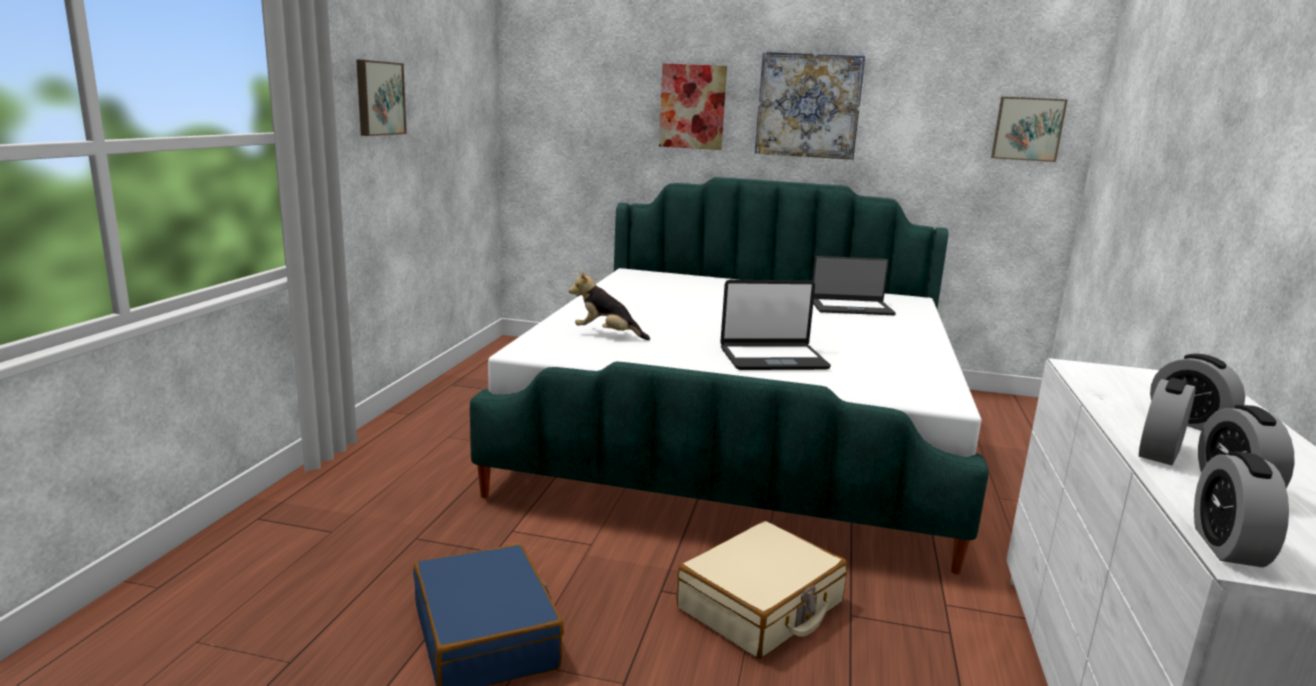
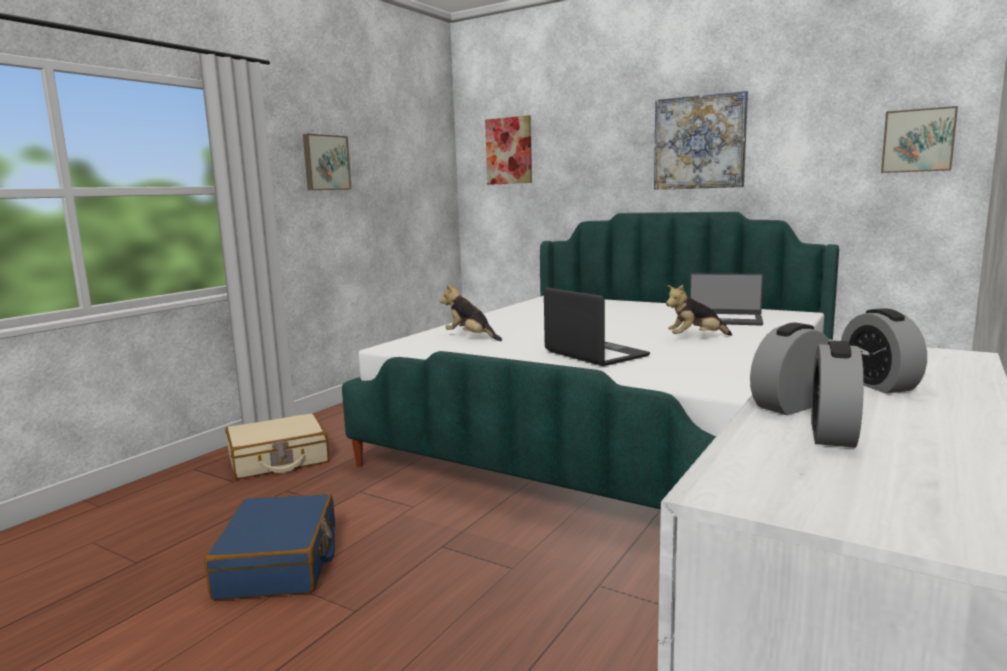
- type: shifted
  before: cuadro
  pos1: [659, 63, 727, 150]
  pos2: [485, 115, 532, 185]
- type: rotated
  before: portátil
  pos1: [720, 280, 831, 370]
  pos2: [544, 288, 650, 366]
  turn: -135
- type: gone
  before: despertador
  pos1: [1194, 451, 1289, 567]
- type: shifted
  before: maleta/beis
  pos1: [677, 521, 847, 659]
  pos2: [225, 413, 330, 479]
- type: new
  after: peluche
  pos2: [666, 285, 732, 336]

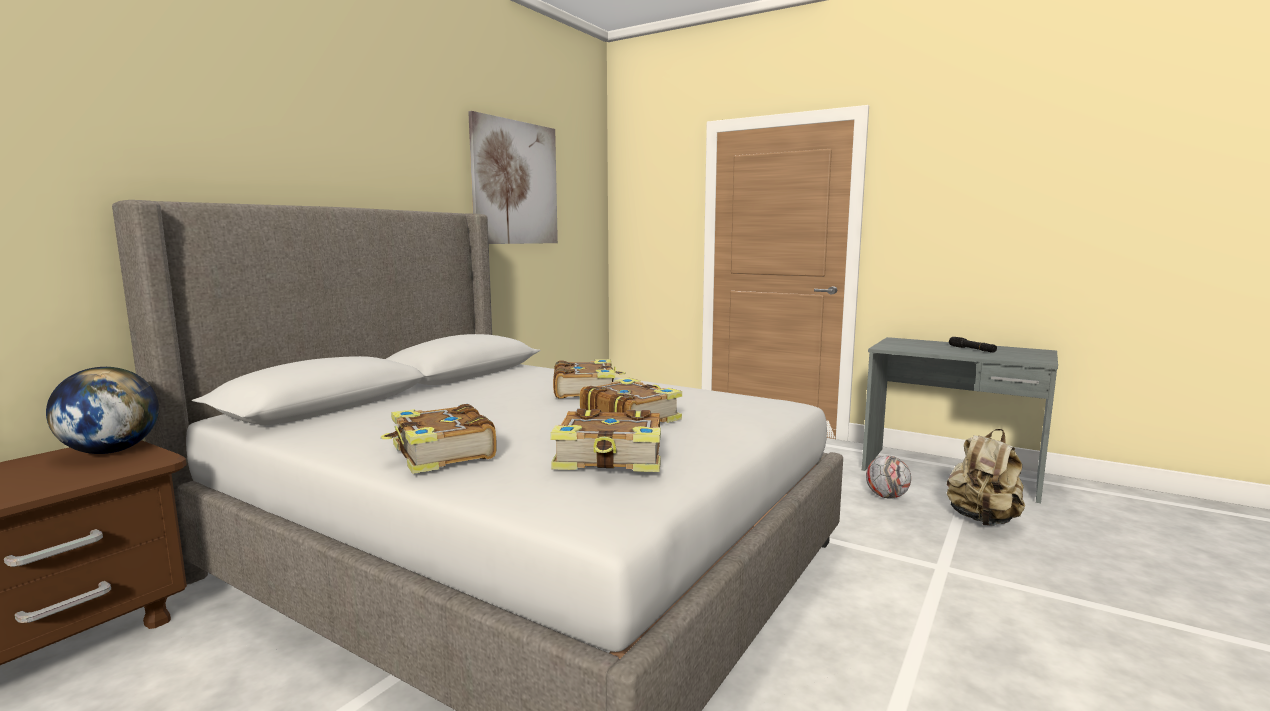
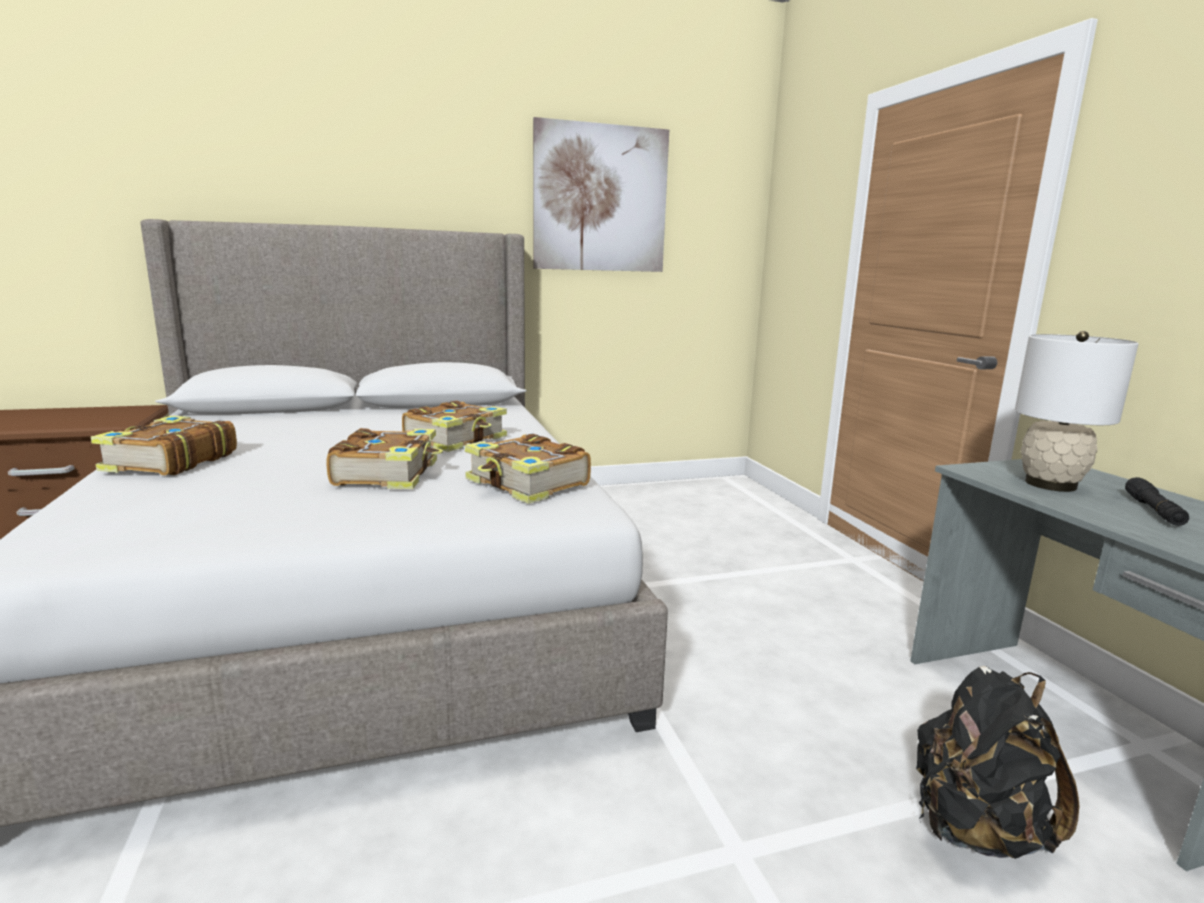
- type: gone
  before: globo terráqueo
  pos1: [46, 367, 159, 454]
- type: shifted
  before: libro
  pos1: [550, 409, 661, 472]
  pos2: [465, 433, 591, 504]
- type: repainted
  before: mochila/beis
  after: mochila/negro
  pos1: [947, 429, 1025, 526]
  pos2: [916, 666, 1079, 859]
- type: gone
  before: balón de fútbol
  pos1: [866, 456, 911, 499]
- type: new
  after: lámpara de mesa/blanco
  pos2: [1015, 331, 1139, 492]

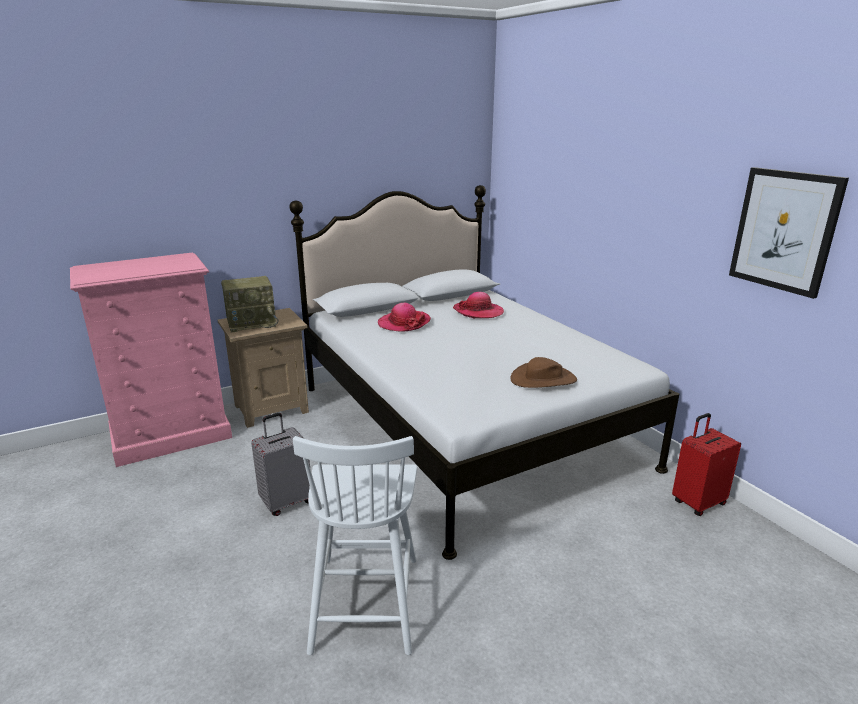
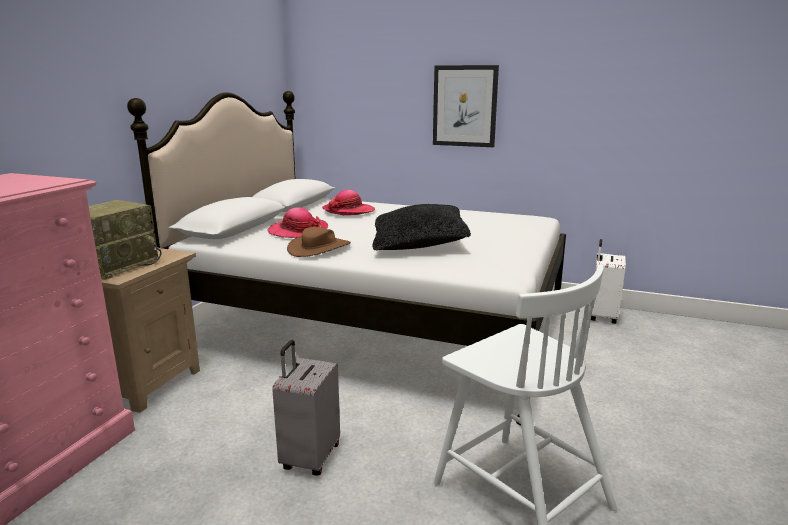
- type: shifted
  before: cuadro
  pos1: [729, 167, 849, 299]
  pos2: [433, 65, 499, 147]
- type: shifted
  before: sombrero/marrón
  pos1: [510, 357, 577, 388]
  pos2: [287, 227, 351, 257]
- type: repainted
  before: maleta/rojo
  after: maleta/blanco
  pos1: [672, 413, 741, 516]
  pos2: [591, 239, 626, 324]
- type: new
  after: cojín/negro
  pos2: [372, 204, 471, 250]

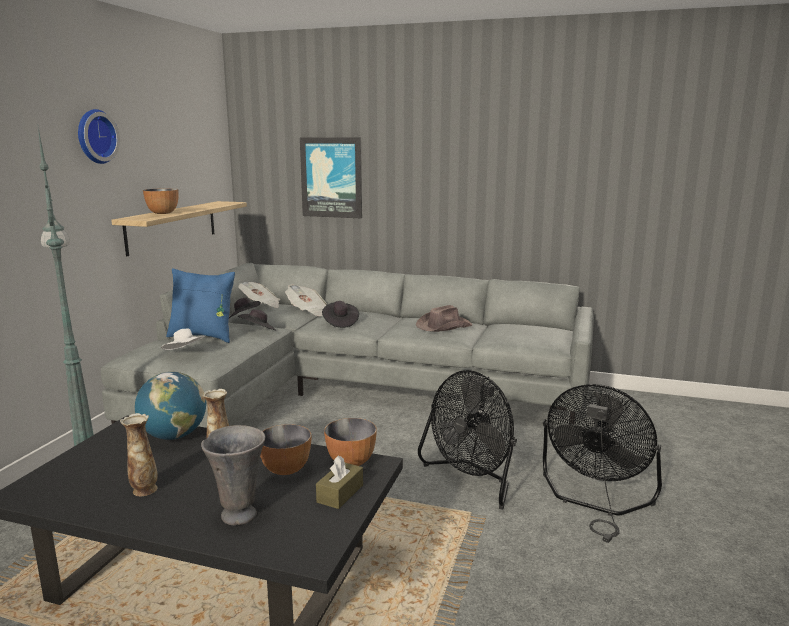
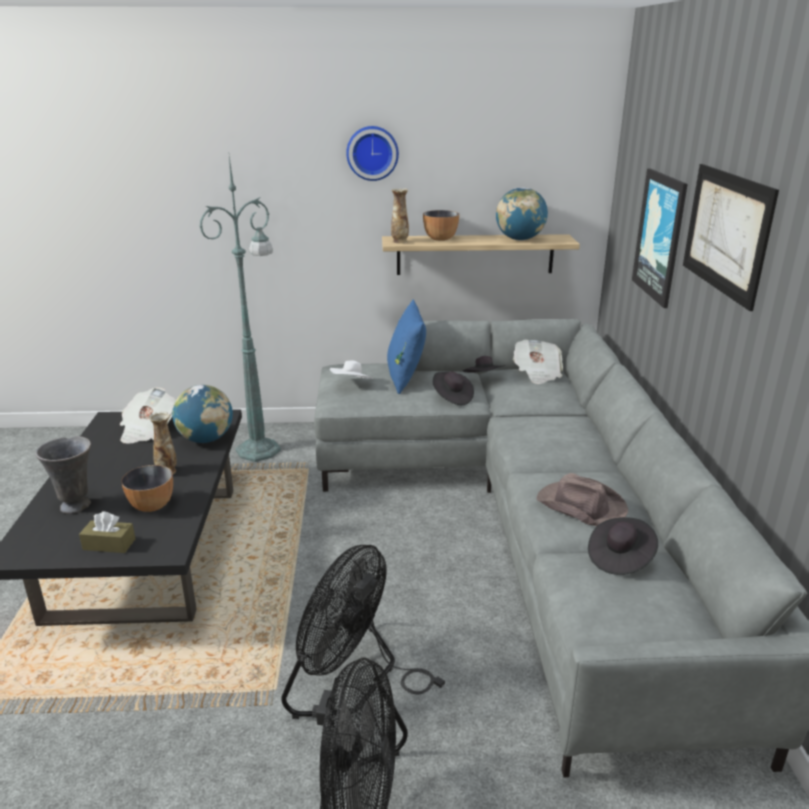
- type: shifted
  before: periódico
  pos1: [285, 285, 327, 316]
  pos2: [120, 387, 176, 443]
- type: shifted
  before: sombrero/negro
  pos1: [322, 301, 359, 328]
  pos2: [588, 517, 658, 575]
- type: shifted
  before: florero
  pos1: [120, 413, 158, 496]
  pos2: [391, 188, 409, 243]
- type: gone
  before: cuenco
  pos1: [324, 418, 377, 466]
- type: new
  after: cuadro
  pos2: [683, 164, 779, 311]
- type: new
  after: globo terráqueo
  pos2: [496, 187, 548, 240]

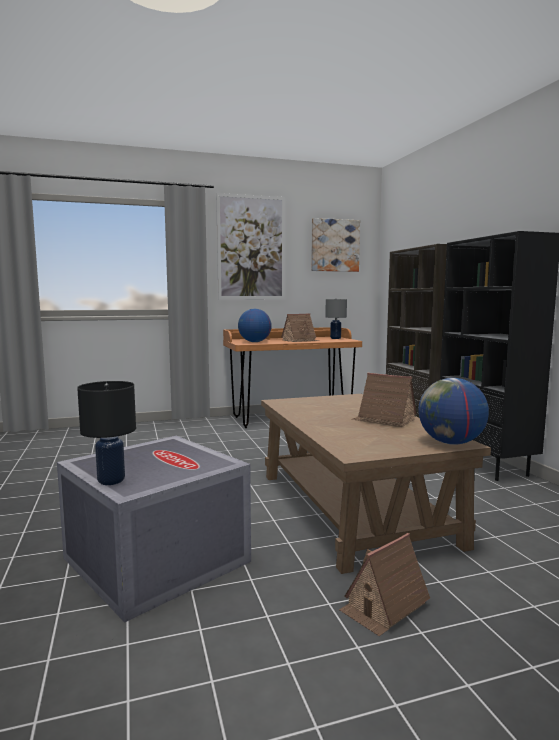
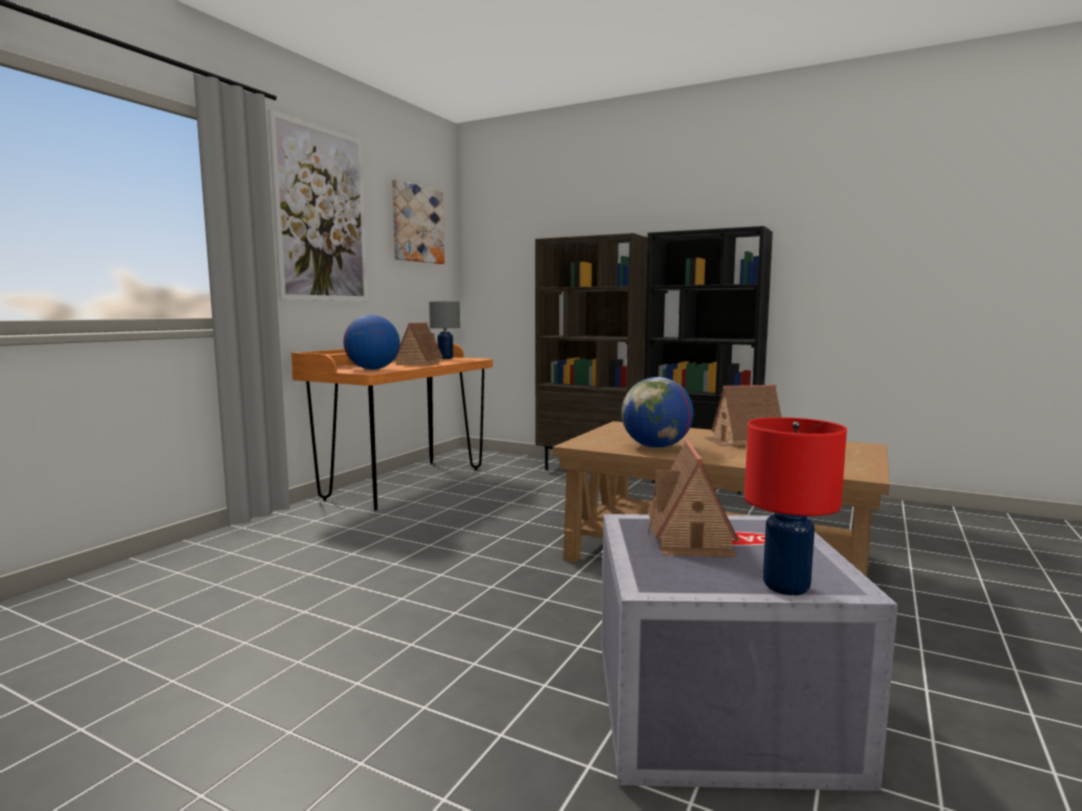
- type: shifted
  before: globo terráqueo
  pos1: [418, 378, 489, 445]
  pos2: [621, 377, 694, 448]
- type: repainted
  before: lámpara de mesa/negro
  after: lámpara de mesa/rojo
  pos1: [77, 381, 136, 485]
  pos2: [744, 417, 847, 595]
- type: shifted
  before: casita
  pos1: [339, 533, 430, 636]
  pos2: [647, 439, 739, 557]

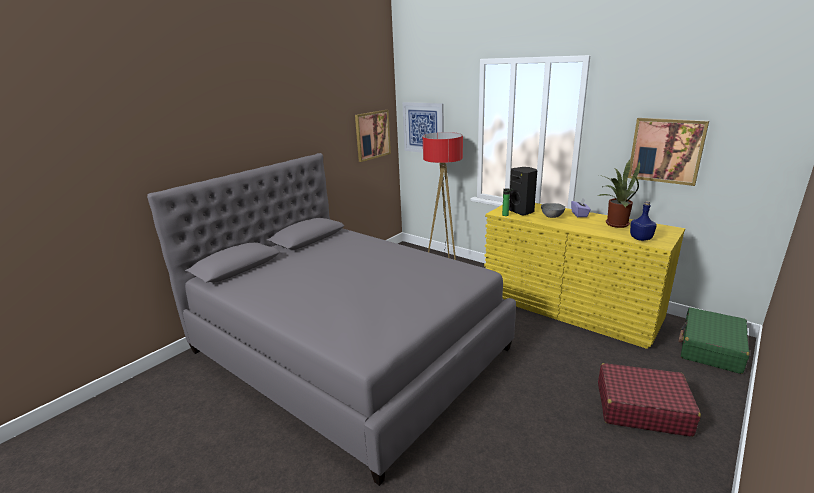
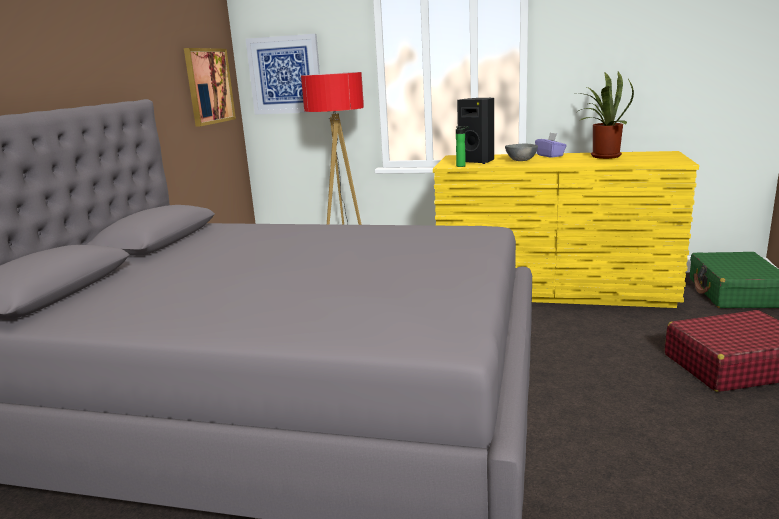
- type: gone
  before: cuadro
  pos1: [628, 118, 709, 186]
- type: gone
  before: botella/azul
  pos1: [630, 201, 657, 241]

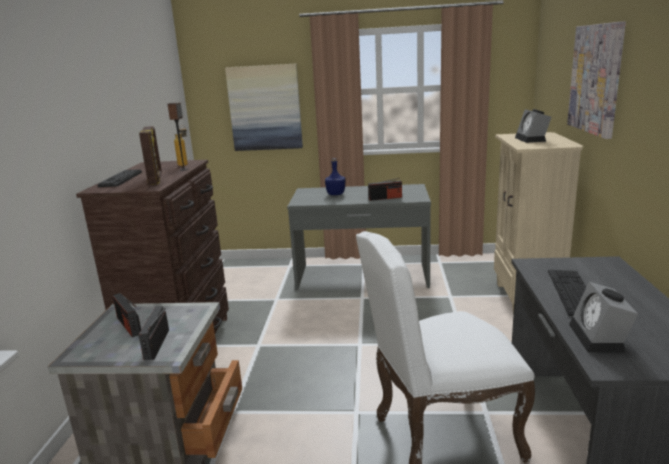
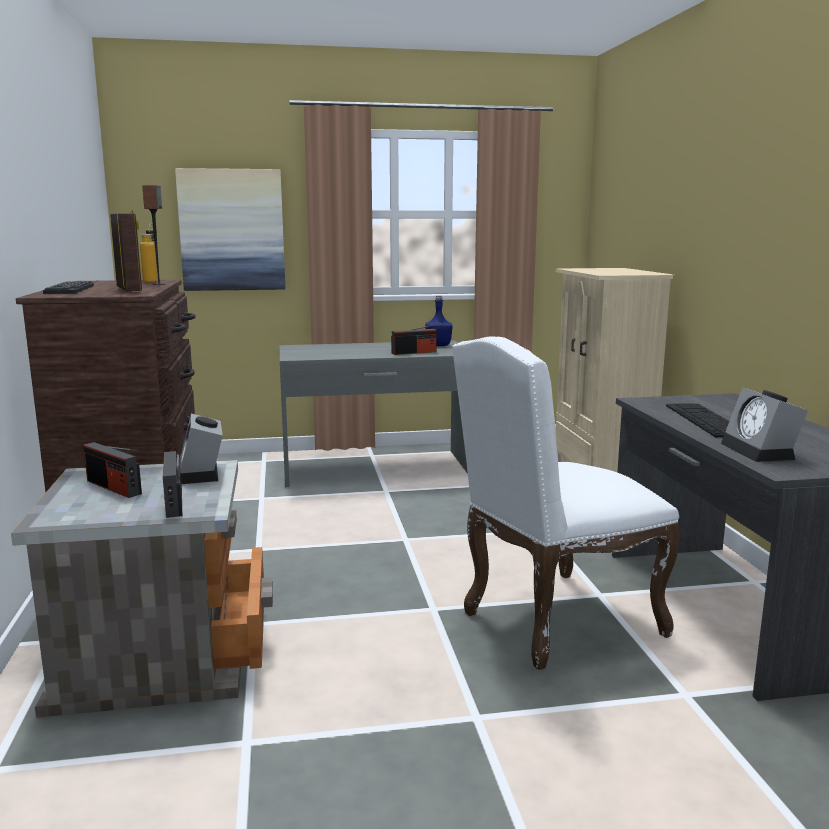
- type: gone
  before: cuadro
  pos1: [567, 21, 626, 139]
- type: shifted
  before: despertador
  pos1: [515, 109, 552, 143]
  pos2: [180, 413, 223, 484]
- type: shifted
  before: botella/azul
  pos1: [325, 158, 345, 195]
  pos2: [425, 296, 452, 346]

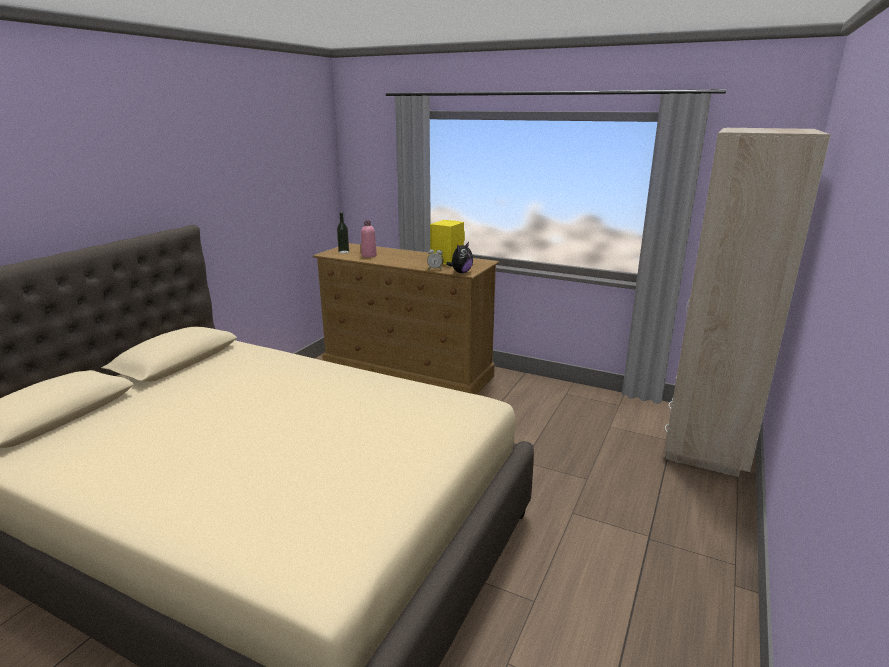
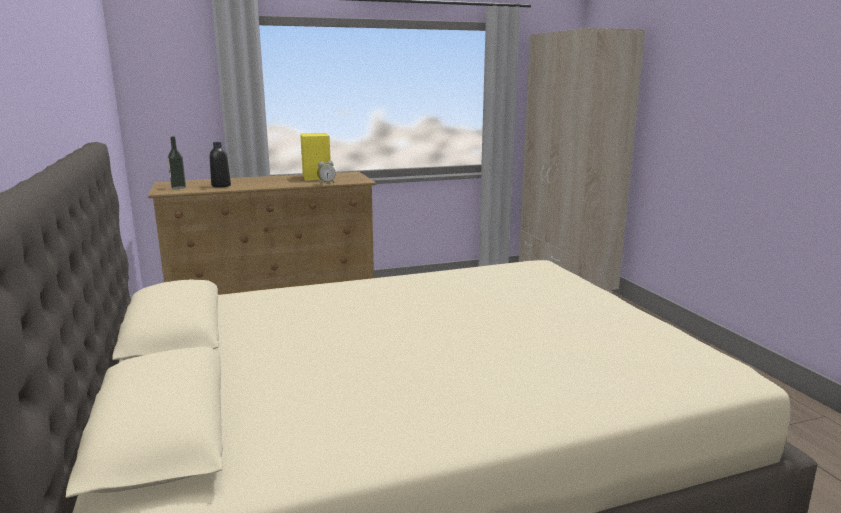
- type: repainted
  before: botella/rosa
  after: botella/negro
  pos1: [361, 220, 377, 258]
  pos2: [210, 142, 231, 188]
- type: gone
  before: peluche
  pos1: [446, 242, 473, 273]

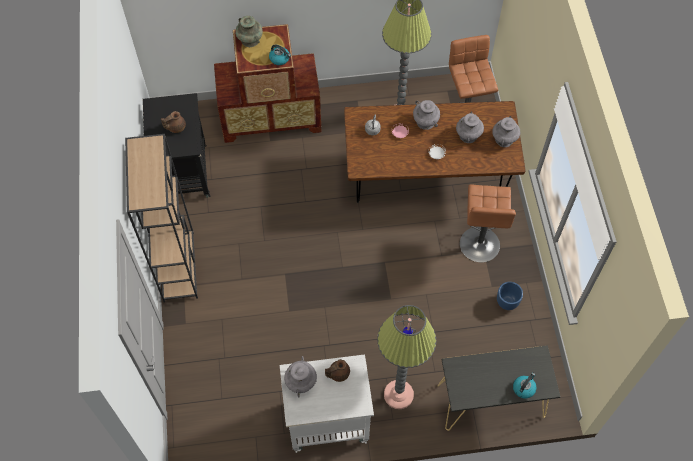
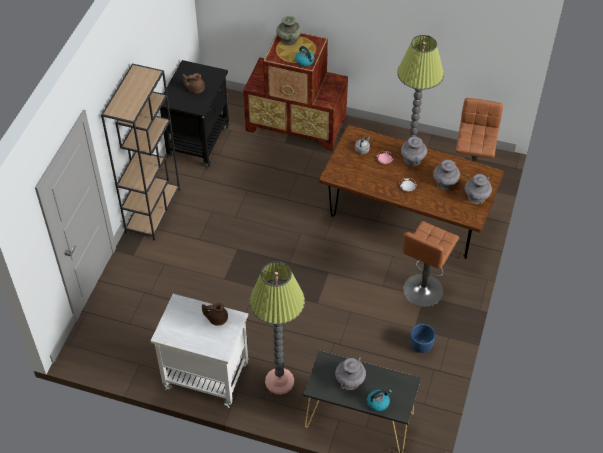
- type: shifted
  before: florero/gris
  pos1: [284, 356, 317, 397]
  pos2: [335, 357, 366, 390]

